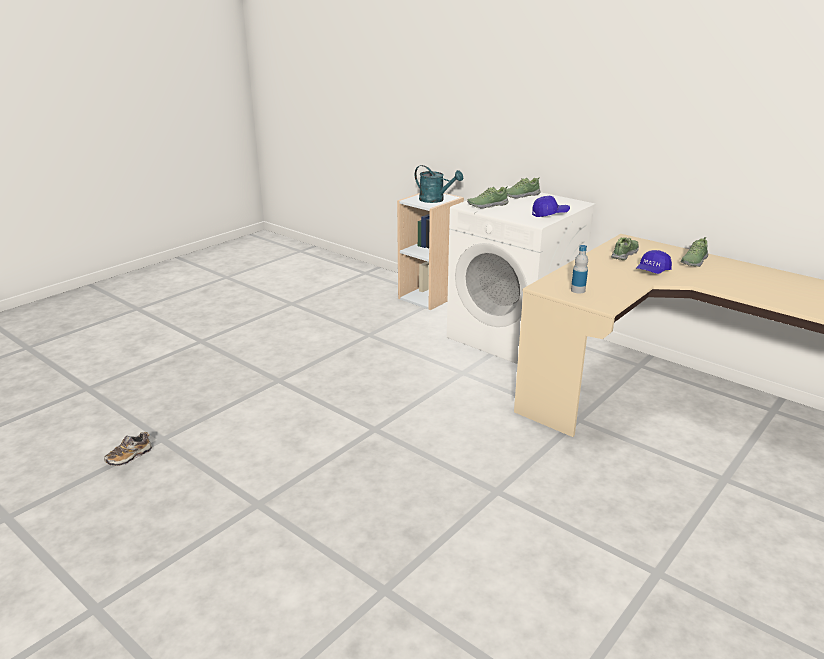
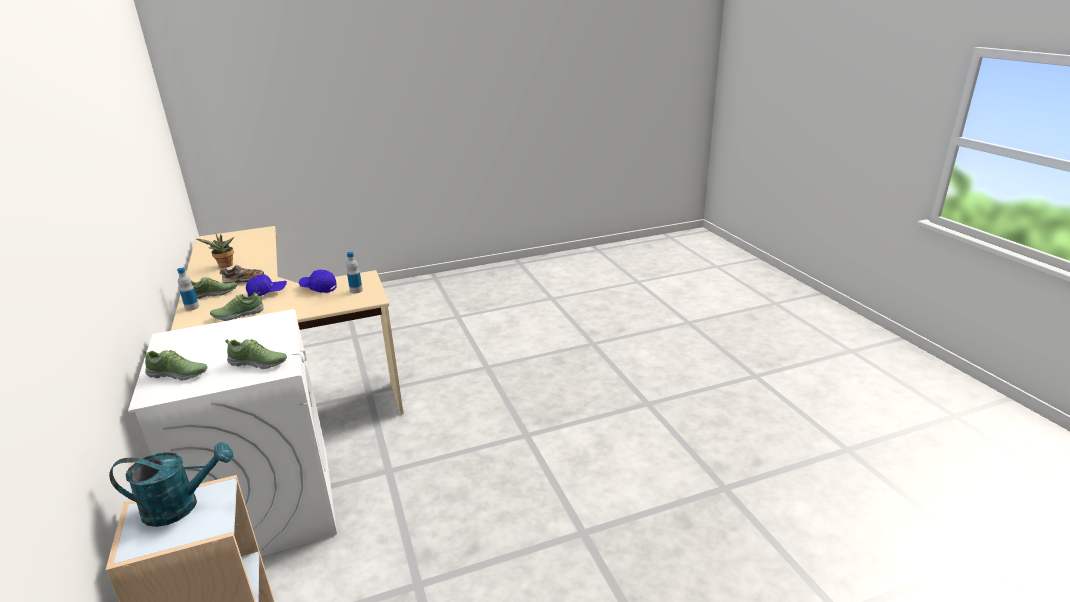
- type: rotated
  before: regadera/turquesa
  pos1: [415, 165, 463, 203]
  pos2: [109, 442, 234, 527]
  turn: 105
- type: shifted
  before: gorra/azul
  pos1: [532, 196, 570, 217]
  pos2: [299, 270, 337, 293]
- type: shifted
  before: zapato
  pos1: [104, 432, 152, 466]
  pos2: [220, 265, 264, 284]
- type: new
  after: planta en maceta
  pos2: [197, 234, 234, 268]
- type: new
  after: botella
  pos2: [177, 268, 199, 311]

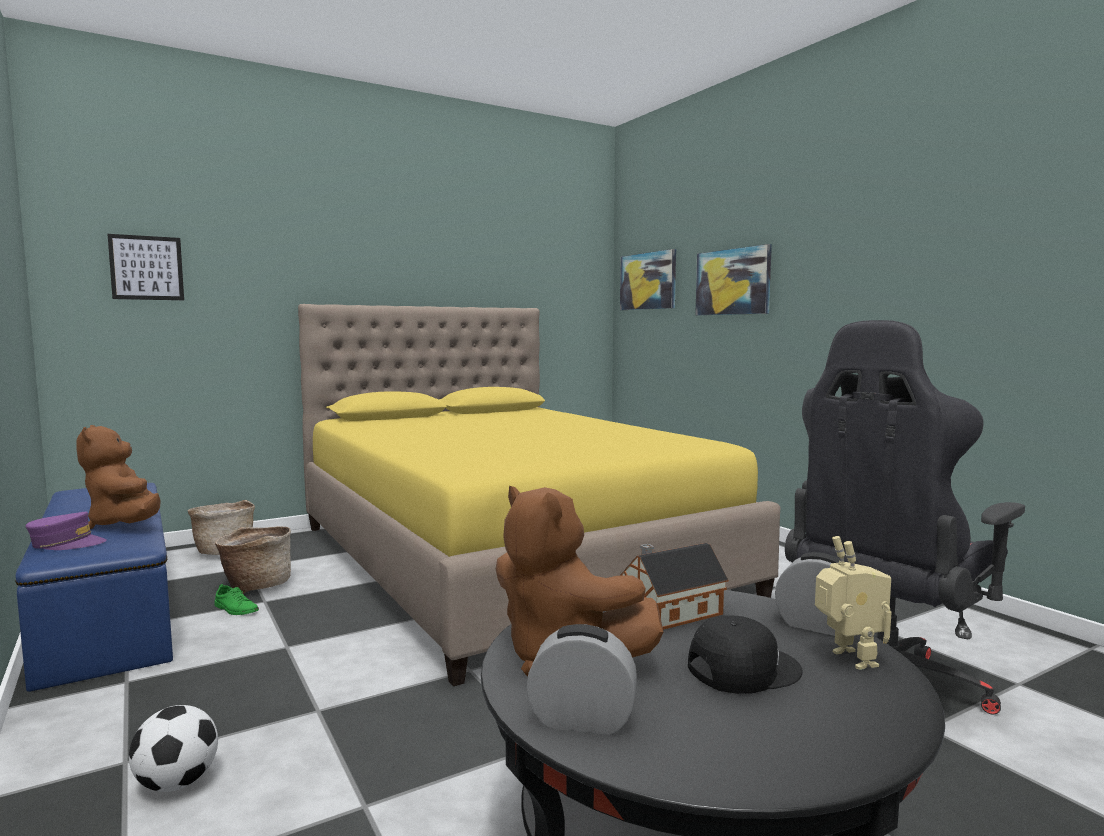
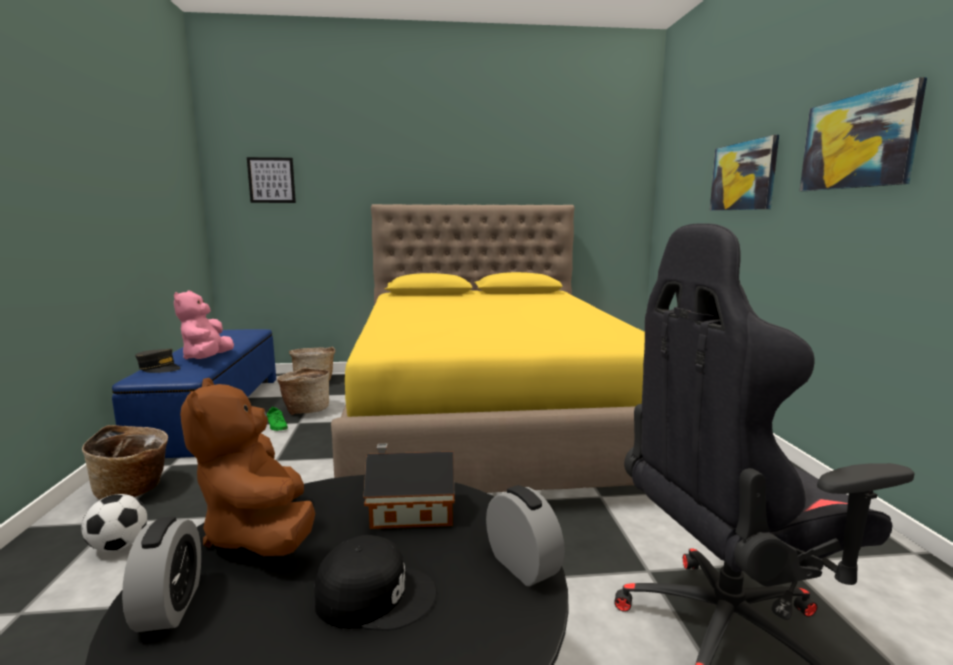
- type: shifted
  before: cuadro
  pos1: [620, 249, 676, 310]
  pos2: [800, 77, 927, 191]
- type: repainted
  before: peluche/marrón
  after: peluche/rosa
  pos1: [76, 425, 161, 529]
  pos2: [174, 291, 234, 359]
- type: repainted
  before: gorra/morado
  after: gorra/gris
  pos1: [26, 512, 107, 550]
  pos2: [135, 349, 180, 373]
- type: gone
  before: robot de juguete
  pos1: [815, 536, 892, 670]
- type: rotated
  before: despertador
  pos1: [527, 624, 637, 735]
  pos2: [122, 517, 201, 632]
  turn: 45
- type: new
  after: cesta
  pos2: [82, 425, 168, 500]

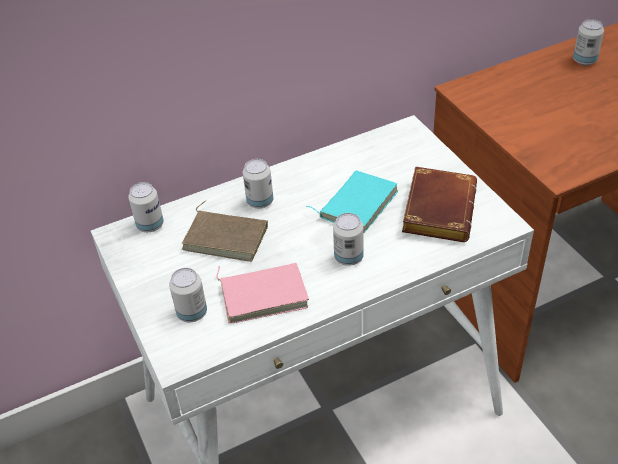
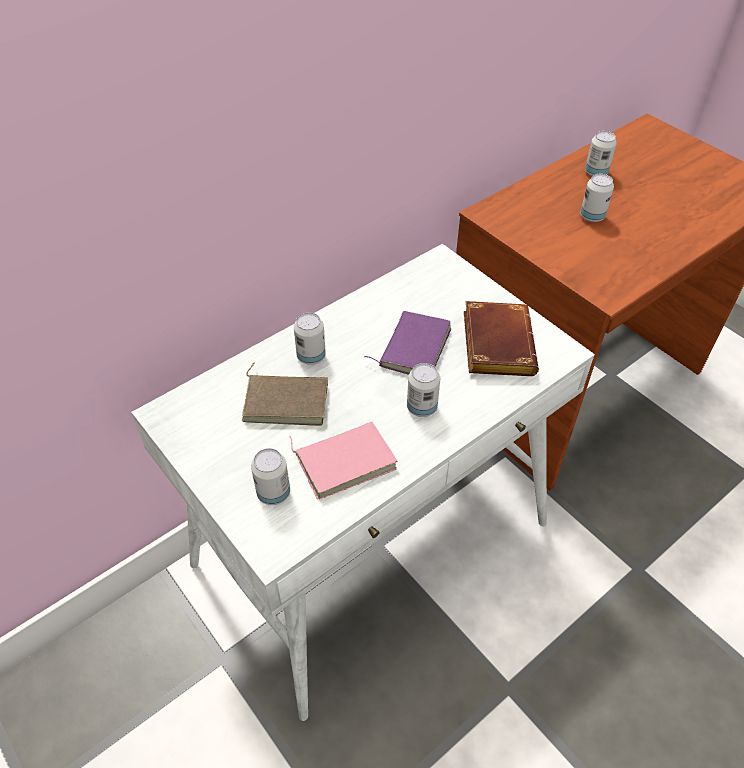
- type: repainted
  before: libro/turquesa
  after: libro/morado
  pos1: [306, 170, 398, 234]
  pos2: [364, 311, 451, 375]
- type: shifted
  before: lata
  pos1: [128, 182, 164, 232]
  pos2: [580, 174, 614, 222]

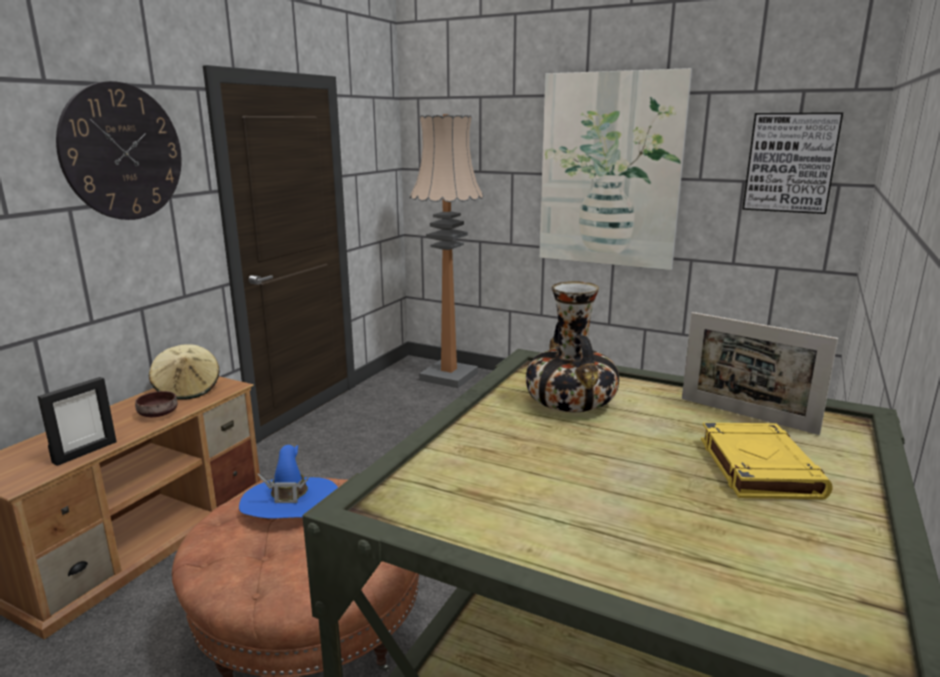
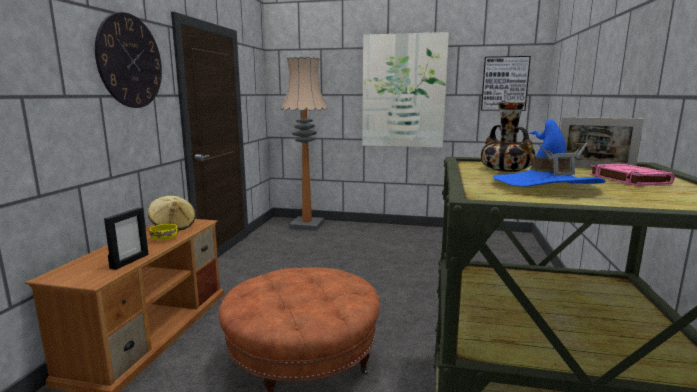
- type: repainted
  before: cuenco/marrón
  after: cuenco/amarillo
  pos1: [135, 391, 178, 417]
  pos2: [149, 224, 178, 240]
- type: repainted
  before: libro/amarillo
  after: libro/rosa
  pos1: [701, 423, 832, 499]
  pos2: [589, 163, 675, 186]
- type: shifted
  before: sombrero/azul
  pos1: [239, 445, 338, 519]
  pos2: [492, 119, 606, 187]

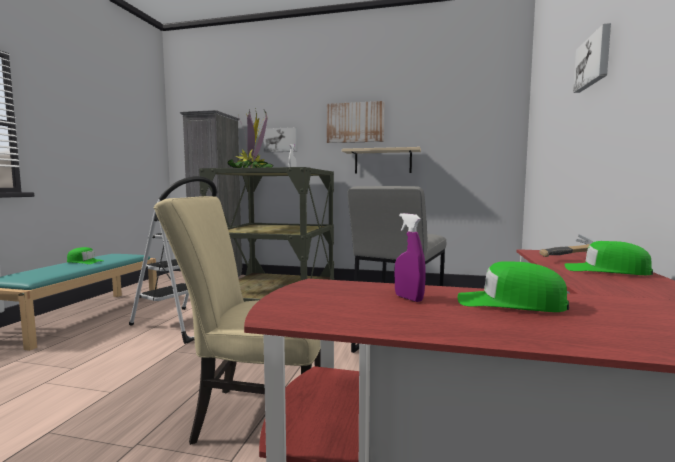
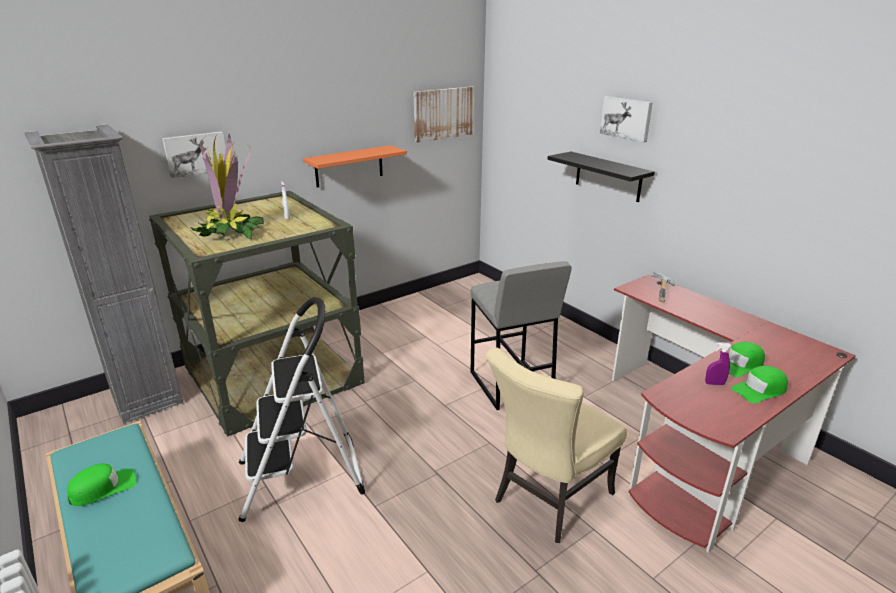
- type: shifted
  before: cuadro
  pos1: [327, 101, 384, 143]
  pos2: [414, 86, 474, 143]
- type: repainted
  before: estante/beis
  after: estante/naranja
  pos1: [342, 147, 421, 173]
  pos2: [303, 145, 407, 187]
- type: shifted
  before: gorra/verde
  pos1: [565, 241, 653, 275]
  pos2: [731, 366, 788, 403]
- type: new
  after: estante/negro
  pos2: [548, 152, 655, 202]

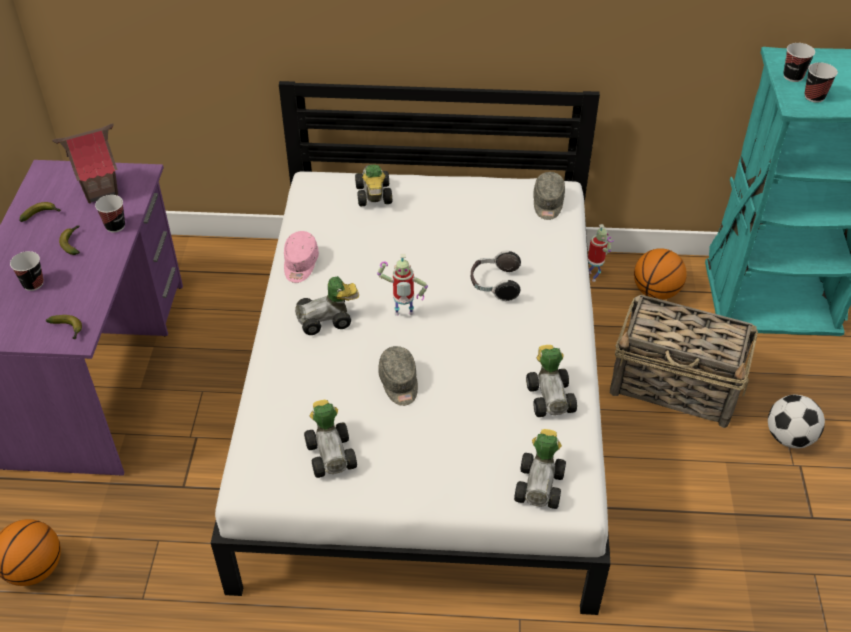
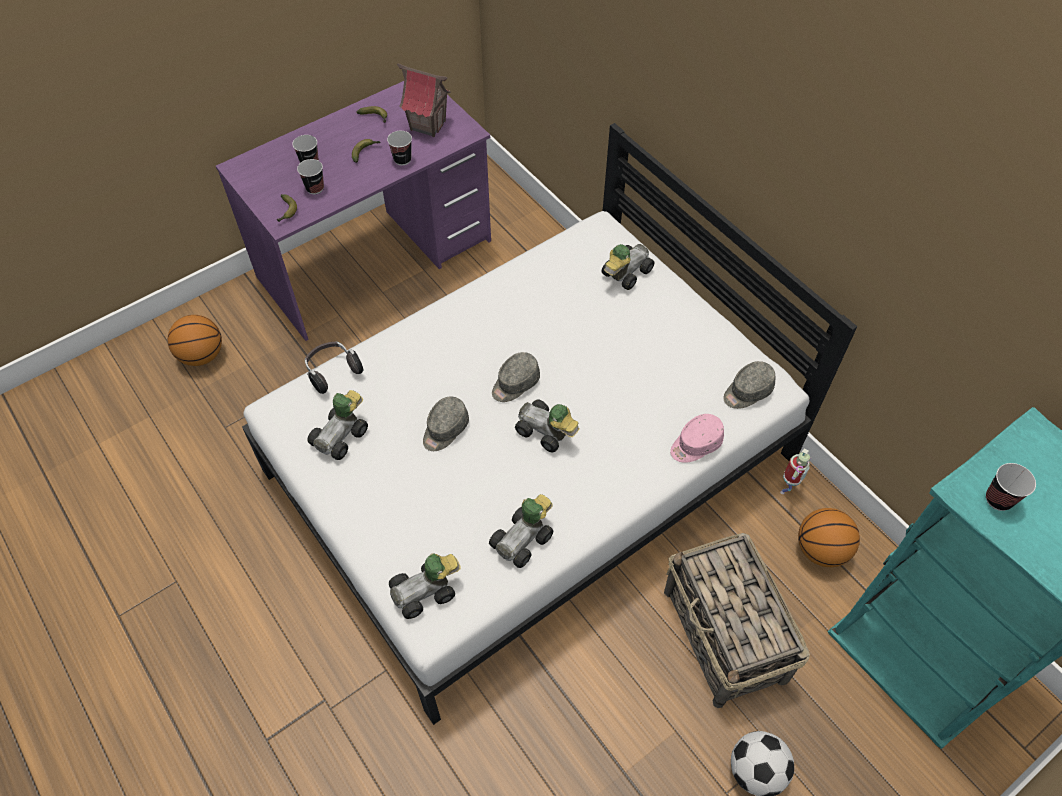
- type: shifted
  before: taza
  pos1: [783, 43, 815, 82]
  pos2: [297, 159, 324, 194]
- type: shifted
  before: gorra/rosa
  pos1: [284, 231, 319, 283]
  pos2: [670, 414, 724, 463]
- type: shifted
  before: auriculares
  pos1: [471, 250, 521, 301]
  pos2: [305, 342, 363, 394]
- type: swapped
  before: robot de juguete
  after: gorra/gris
  pos1: [377, 254, 428, 316]
  pos2: [492, 352, 540, 402]
- type: shifted
  before: coche de juguete
  pos1: [295, 276, 359, 335]
  pos2: [515, 399, 579, 453]

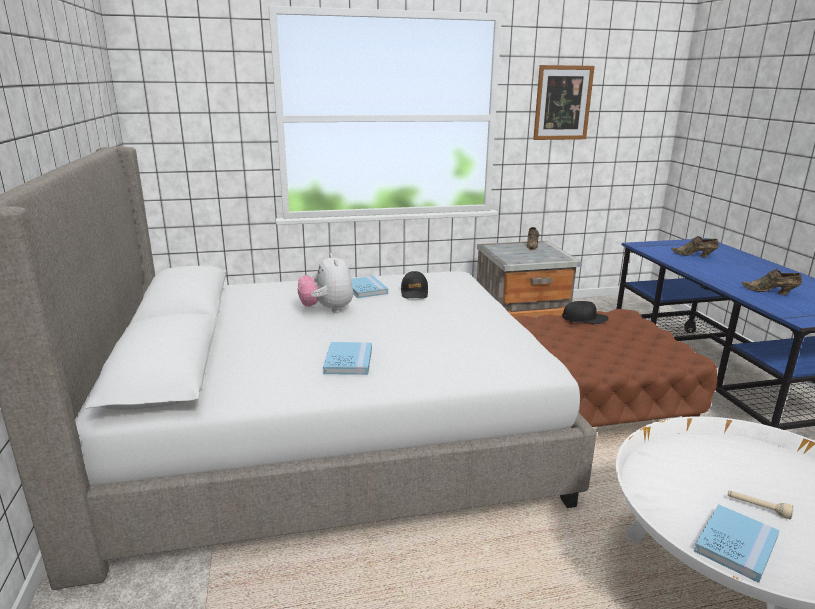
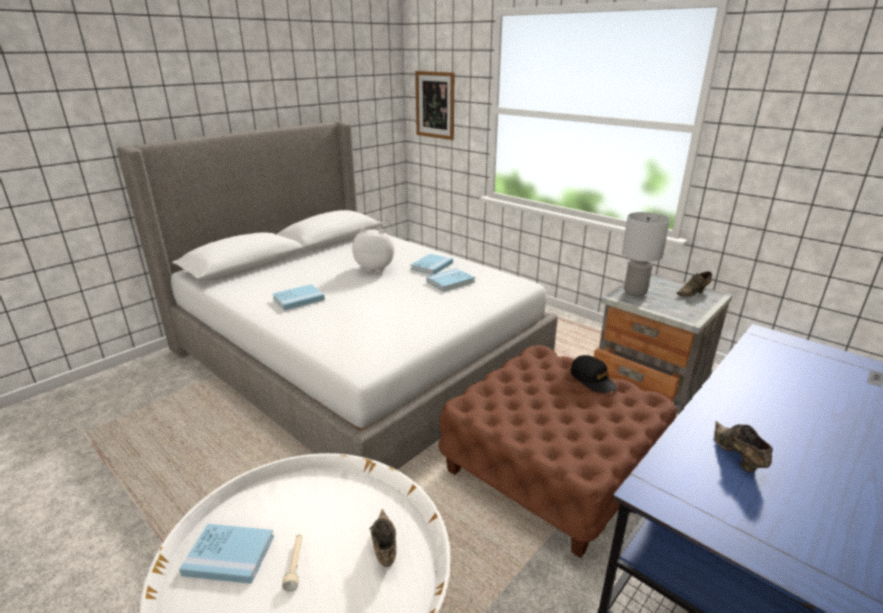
- type: shifted
  before: cuadro
  pos1: [533, 65, 595, 140]
  pos2: [415, 71, 454, 140]
- type: shifted
  before: zapato/marrón
  pos1: [671, 236, 719, 258]
  pos2: [369, 509, 396, 567]
- type: rotated
  before: peluche
  pos1: [298, 253, 353, 313]
  pos2: [352, 228, 394, 272]
  turn: 60
- type: swapped
  before: gorra/negro
  after: libro/azul
  pos1: [401, 271, 428, 299]
  pos2: [426, 268, 475, 292]
- type: new
  after: lámpara de mesa/gris
  pos2: [622, 212, 670, 296]

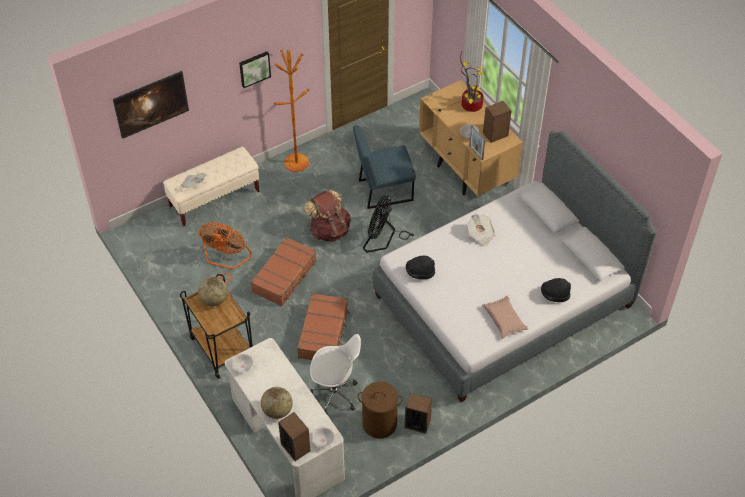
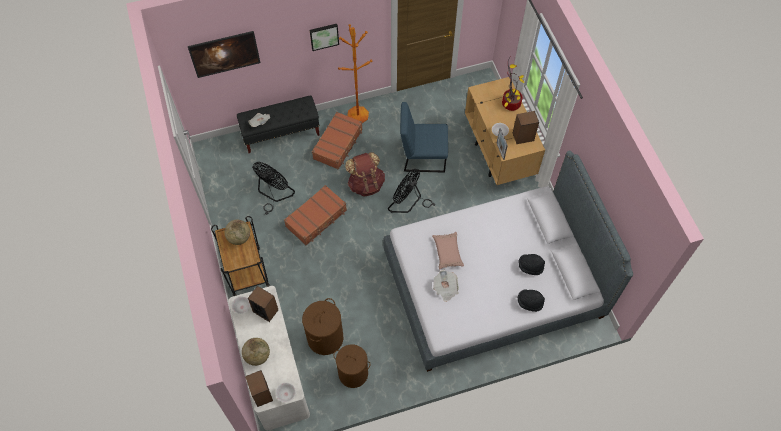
- type: repainted
  before: banco/beis
  after: banco/negro
  pos1: [163, 146, 260, 226]
  pos2: [237, 95, 320, 153]
- type: shifted
  before: periódico
  pos1: [467, 214, 496, 246]
  pos2: [433, 270, 459, 302]
- type: repainted
  before: ventilador/naranja
  after: ventilador/negro
  pos1: [198, 222, 252, 284]
  pos2: [252, 162, 295, 215]
- type: shifted
  before: sombrero/negro
  pos1: [406, 256, 435, 279]
  pos2: [518, 254, 545, 275]
- type: shifted
  before: maleta/marrón
  pos1: [297, 293, 350, 360]
  pos2: [312, 112, 363, 170]
- type: shifted
  before: cojín/beis
  pos1: [482, 296, 528, 339]
  pos2: [432, 232, 464, 269]
- type: swapped
  before: silla de oficina/blanco
  after: cesto de la ropa/marrón
  pos1: [310, 334, 361, 414]
  pos2: [302, 298, 343, 355]
- type: shifted
  before: altavoz
  pos1: [404, 393, 432, 434]
  pos2: [248, 286, 278, 322]

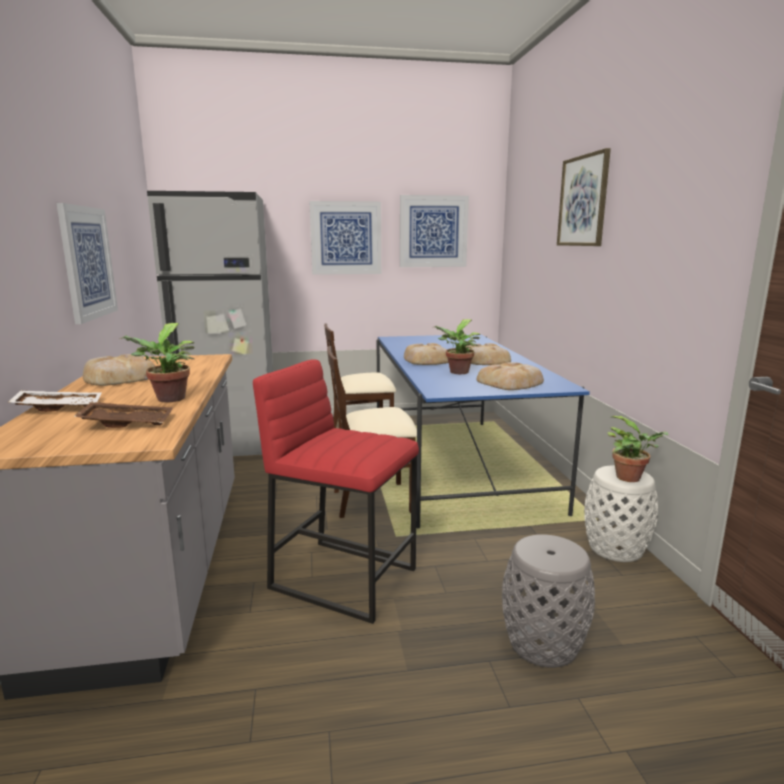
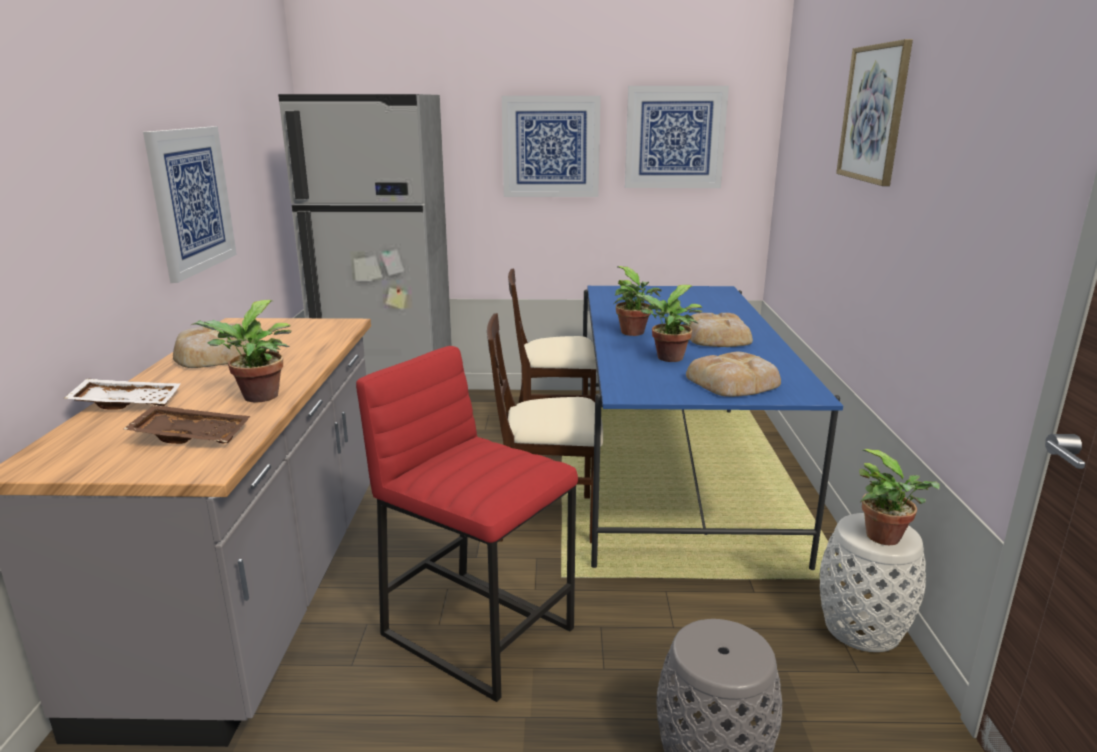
- type: swapped
  before: pan
  after: planta en maceta
  pos1: [404, 343, 449, 365]
  pos2: [614, 266, 662, 336]

